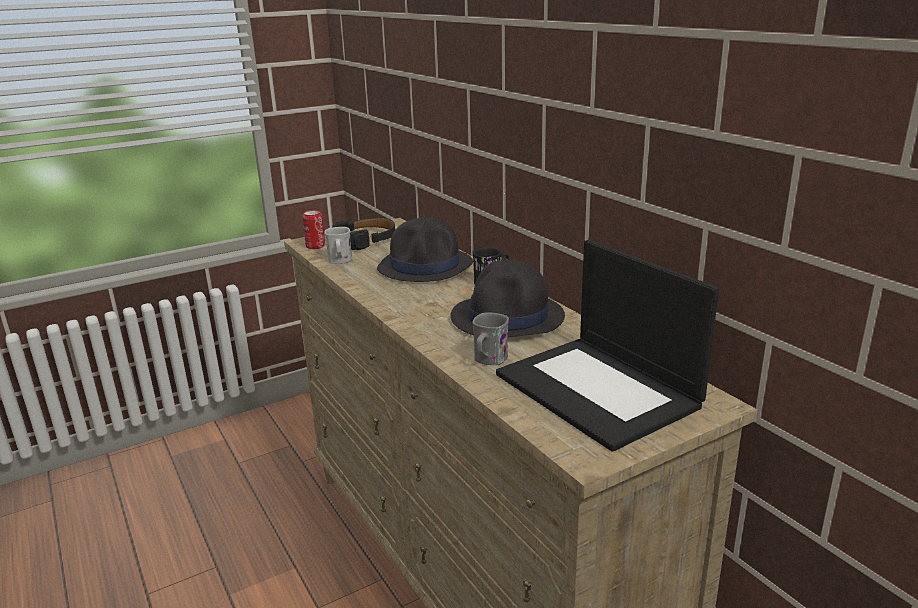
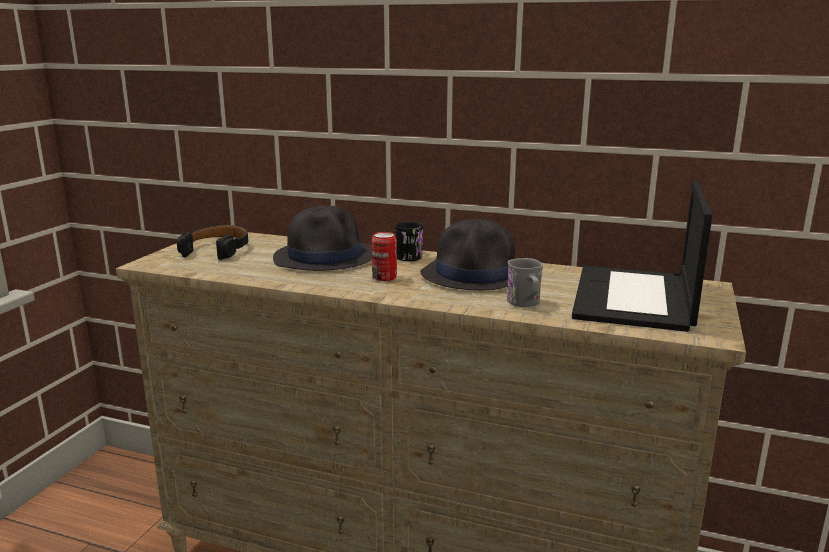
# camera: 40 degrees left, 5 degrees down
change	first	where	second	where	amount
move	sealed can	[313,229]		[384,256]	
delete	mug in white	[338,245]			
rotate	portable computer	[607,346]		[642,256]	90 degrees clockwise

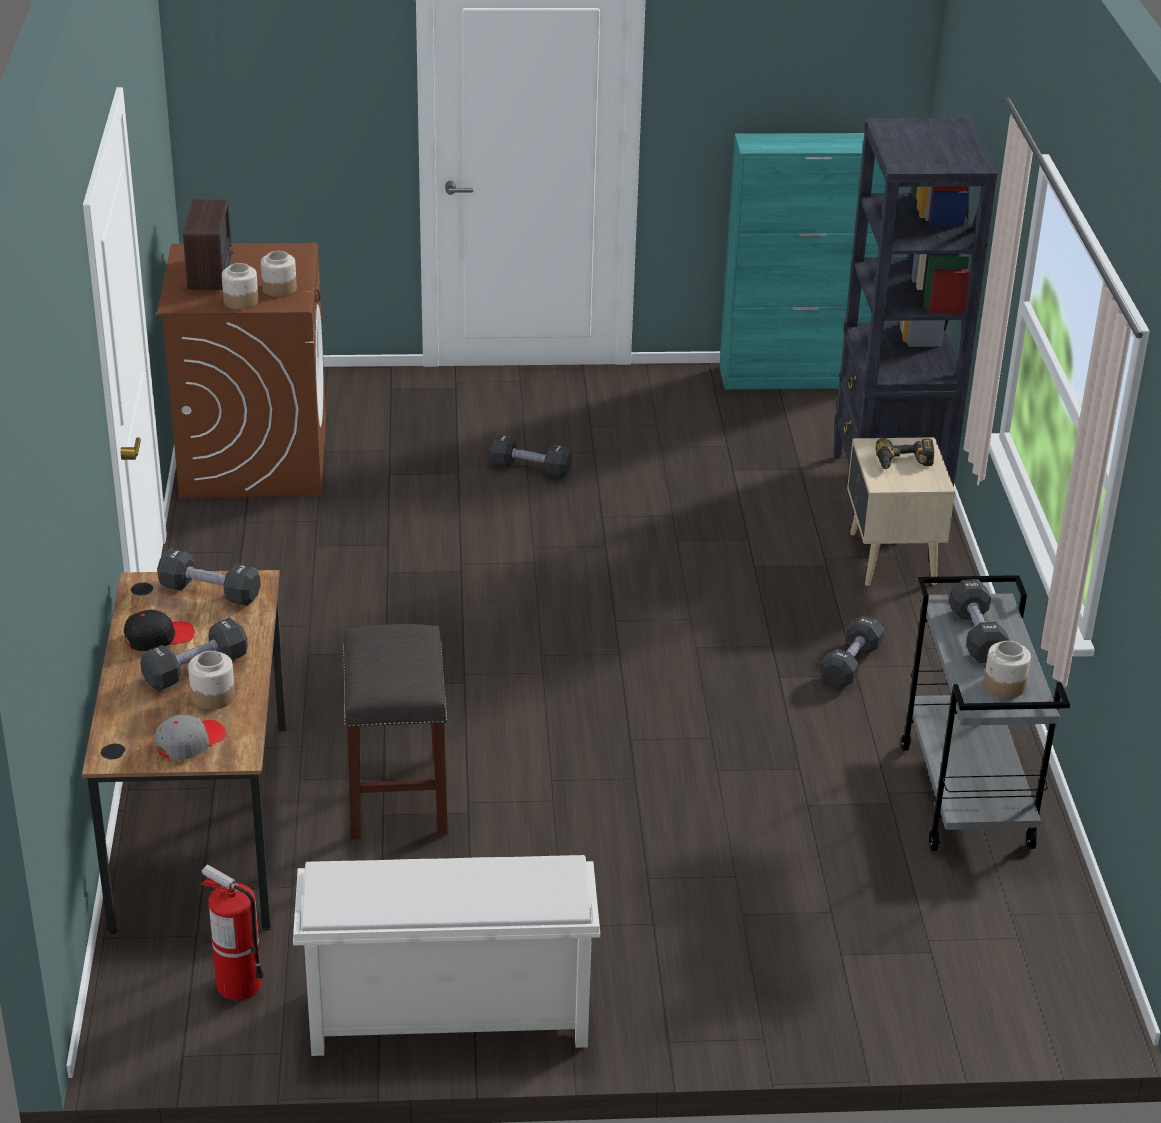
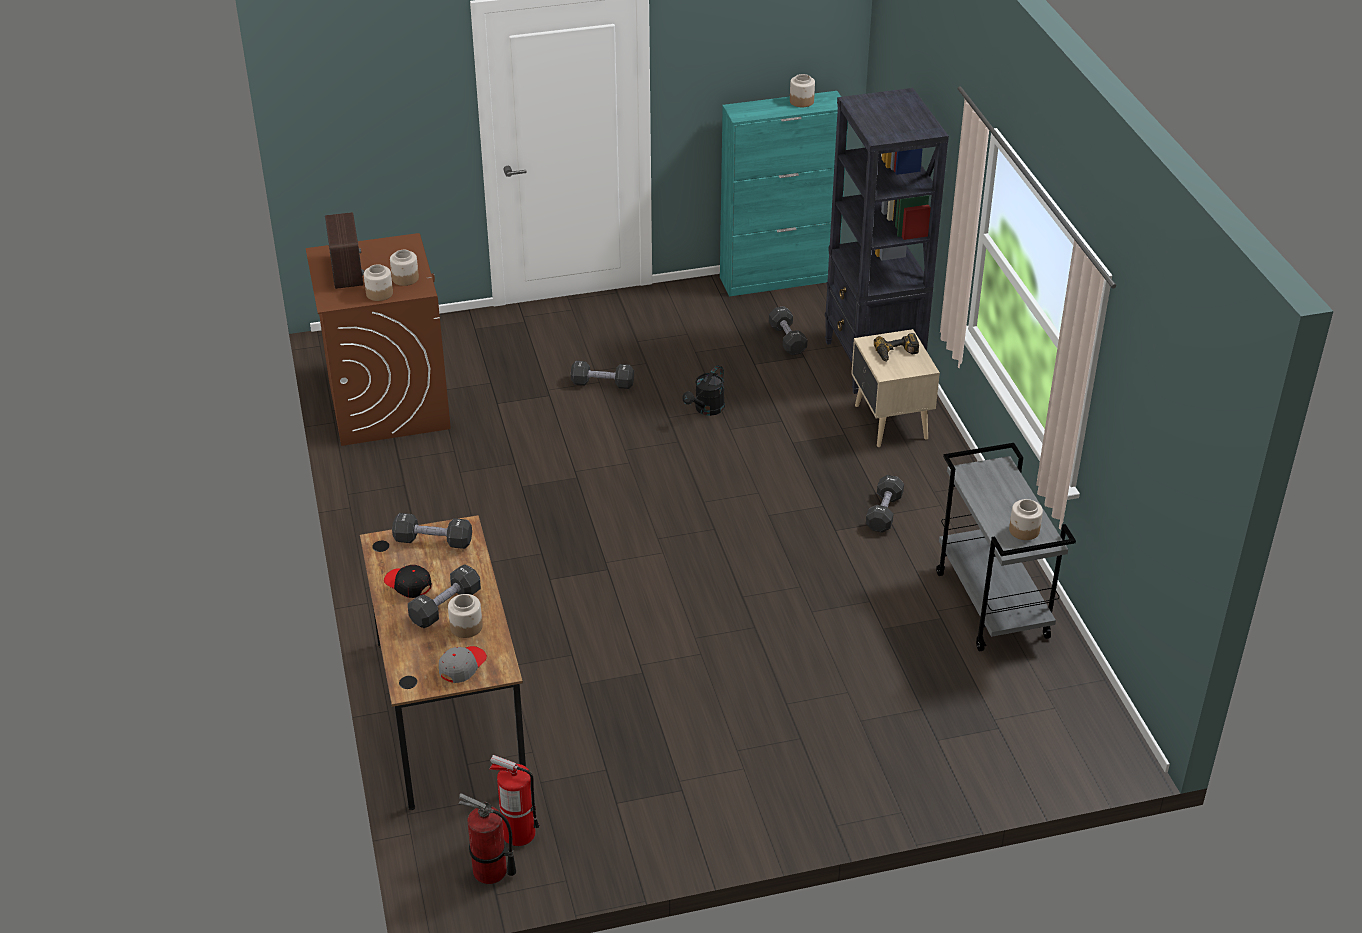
# camera: 10 degrees left, 5 degrees up
change	first	where	second	where	amount
rotate	peaked cap in black-coloured	[159,630]		[408,581]	105 degrees counterclockwise
delete	shoe shelf in white	[446,955]			
delete	sitting stool in gray	[395,731]			
move	hand weight in black-coloured	[979,621]		[788,330]	
insert			extinguisher	[487,838]	
insert			watering can in black-coloured	[703,390]	
insert			preserve jar	[802,90]	

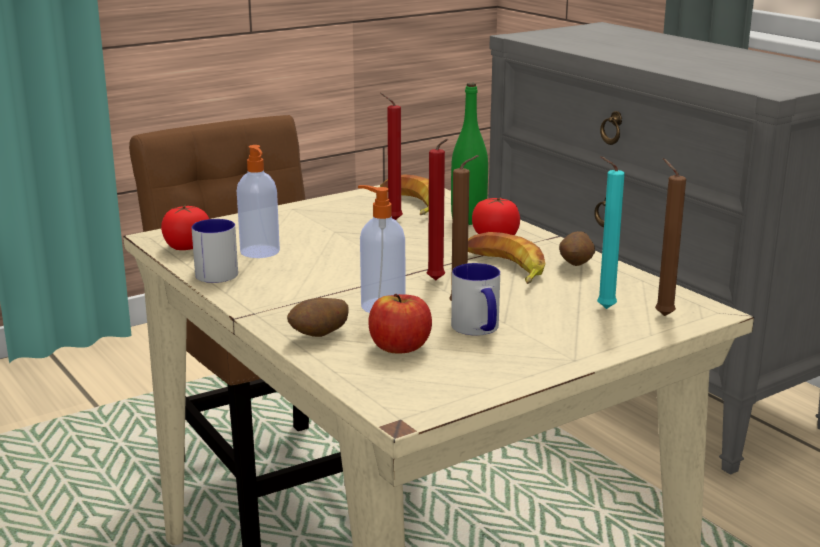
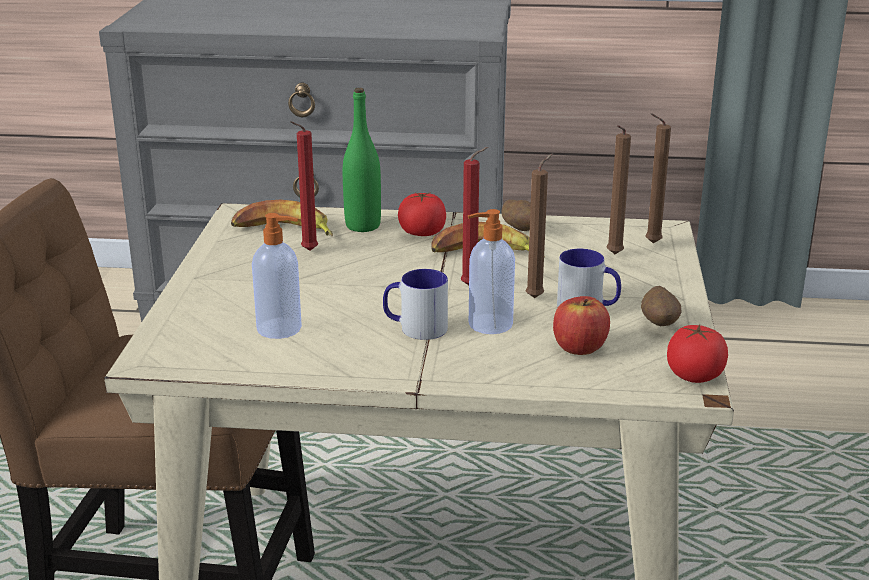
# camera: 50 degrees left, 5 degrees up
change	first	where	second	where	amount
move	tomato	[185,227]		[697,353]	
move	mug	[215,251]		[415,304]	
move	whole potato	[318,317]		[661,306]	
recolor	candle in turquoise	[611,232]	candle in brown-coloured	[619,189]	

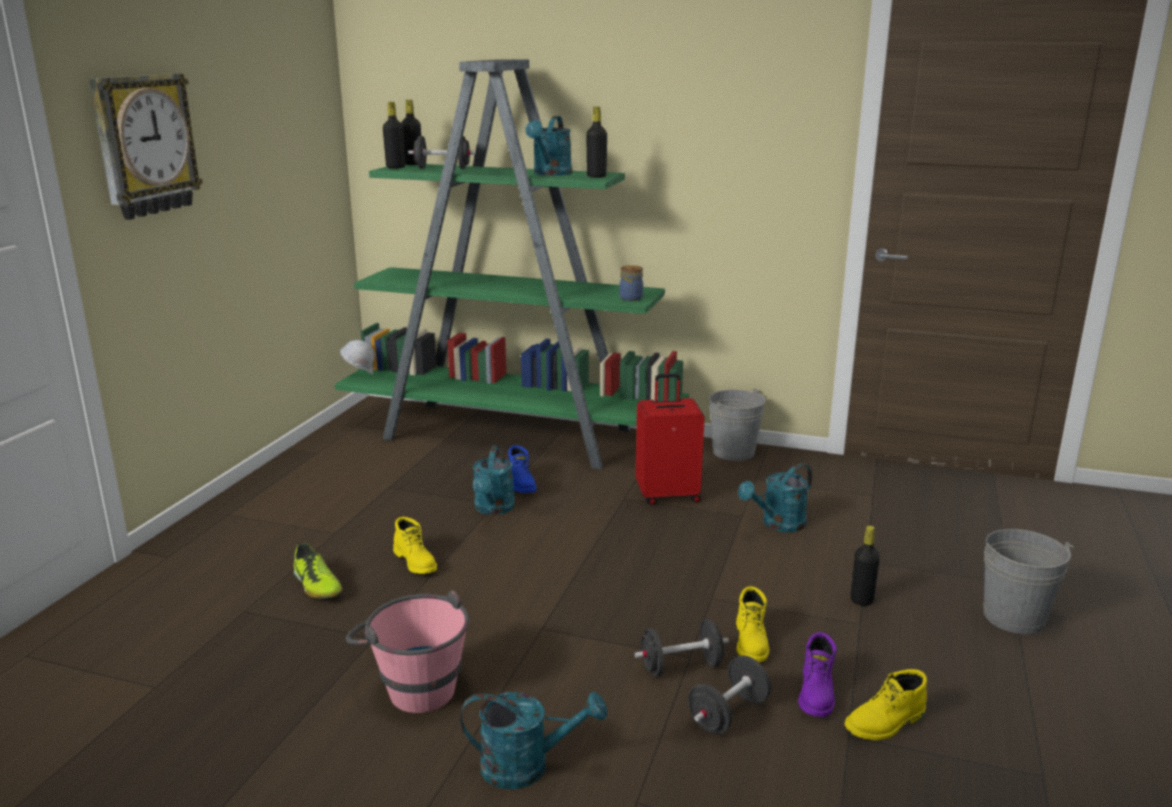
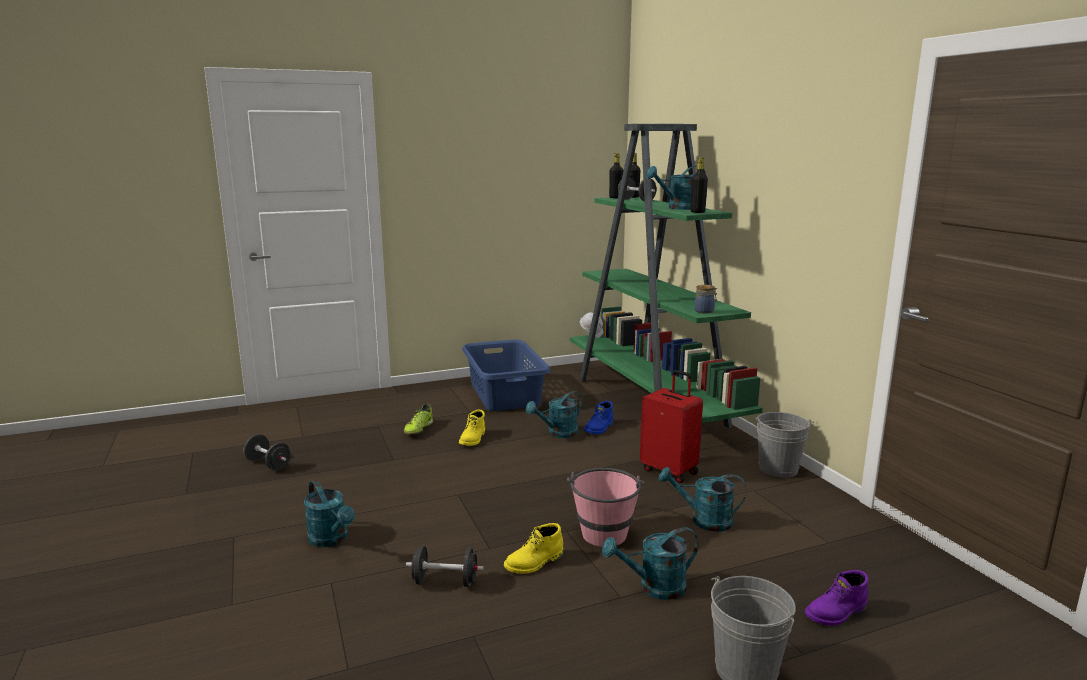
# camera: 50 degrees right, 5 degrees down
change	first	where	second	where	amount
delete	wall clock	[146,147]			
move	bucket in pinkish	[407,651]		[606,507]	
move	hand weight in black-coloured	[681,648]		[267,452]	
move	boot in purple-coloured	[817,674]		[837,598]	
delete	boot in yellow-coloured	[886,704]			
replace	drink bottle in black-coloured	[865,566]	watering can in turquoise	[650,563]	
insert			washing basket in blue-coloured	[506,375]	

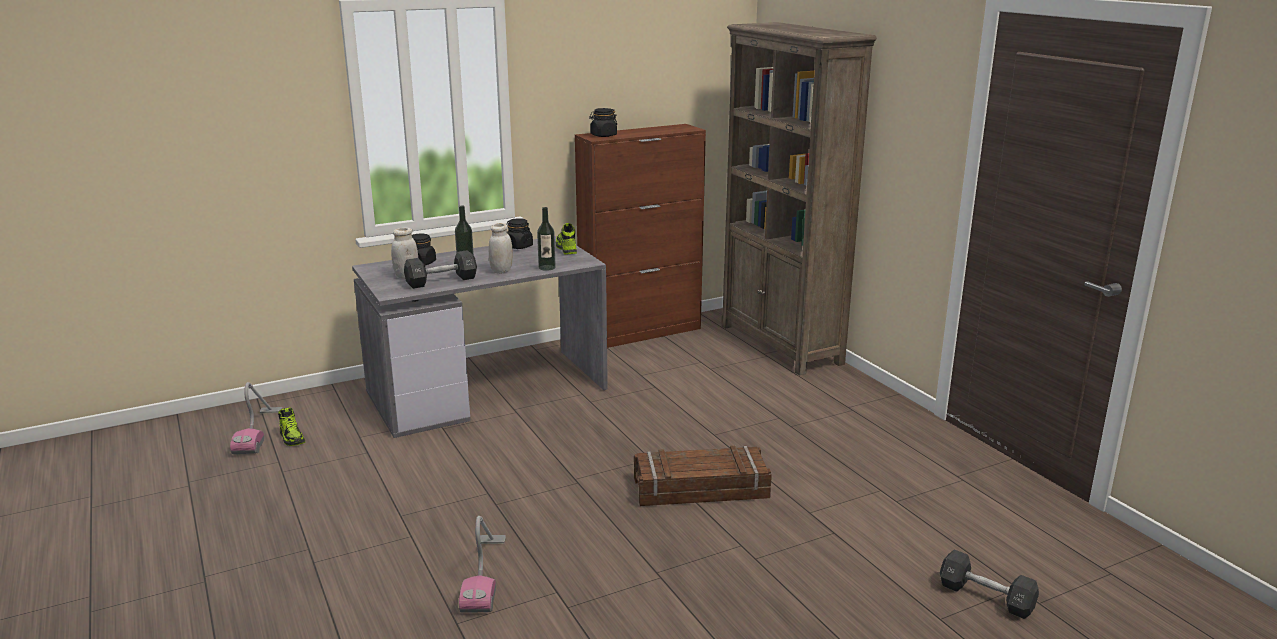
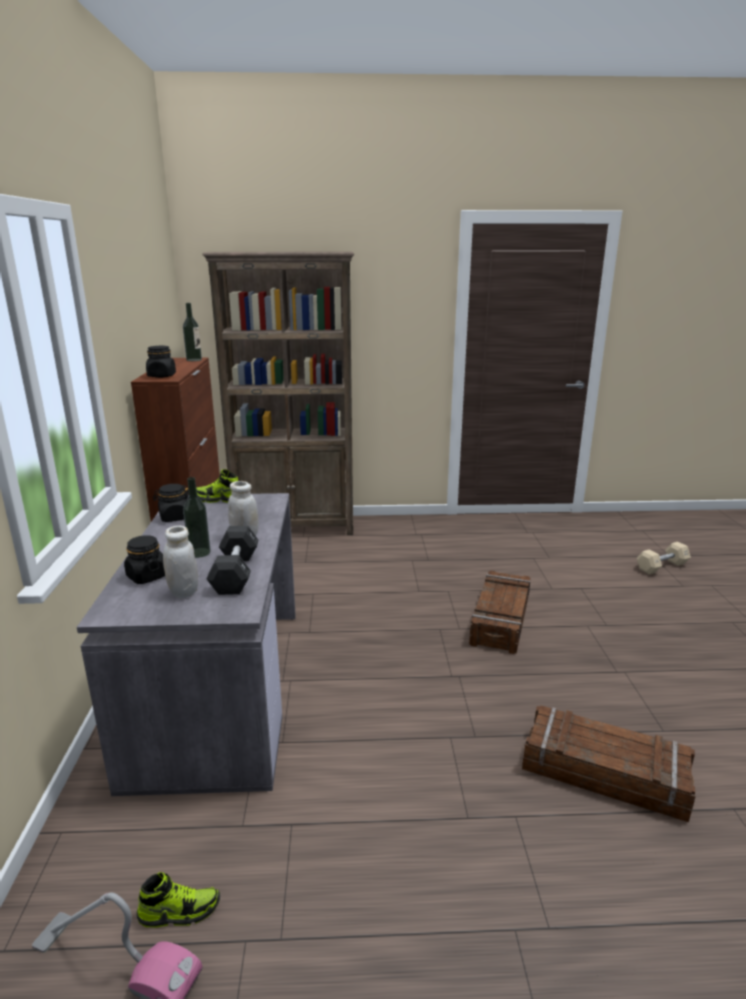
# camera: 65 degrees left, 0 degrees up
change	first	where	second	where	amount
replace	hoover	[482,564]	crate	[608,763]	
move	drink bottle	[546,239]		[192,332]	
recolor	hand weight in black-coloured	[989,584]	hand weight in sand-coloured	[664,558]	

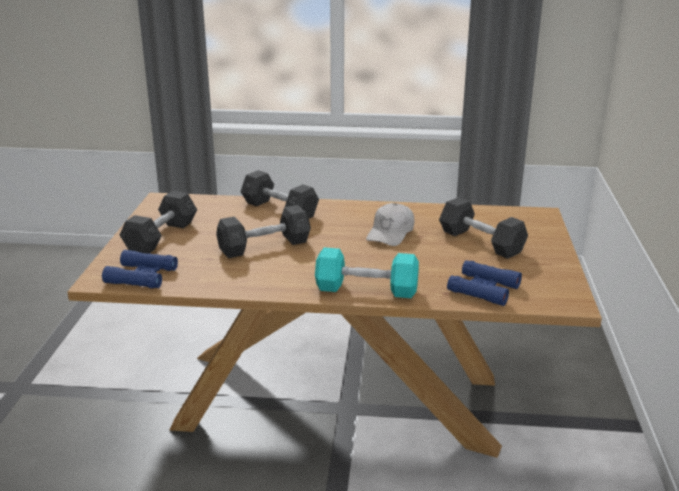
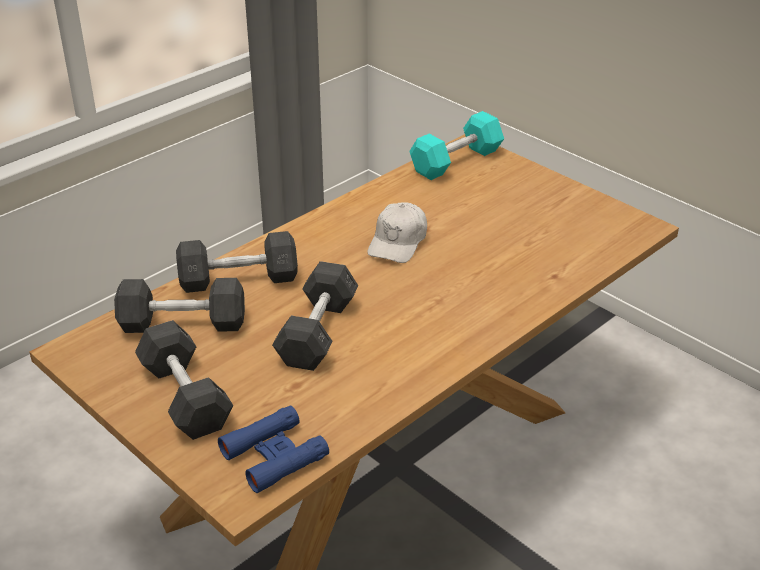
# camera: 50 degrees left, 10 degrees up
change	first	where	second	where	amount
move	hand weight in turquoise	[367,272]		[456,145]	
rotate	peaked cap in white	[390,224]		[397,232]	45 degrees clockwise
move	hand weight in gray	[483,228]		[179,305]	
delete	pair of binoculars in blue-coloured	[484,283]			

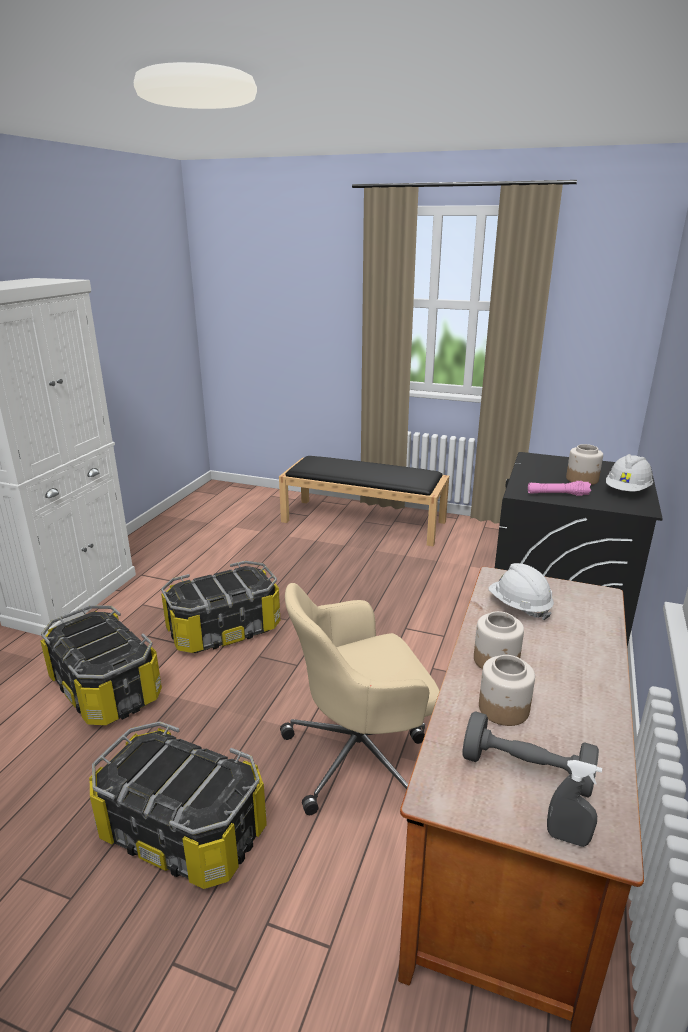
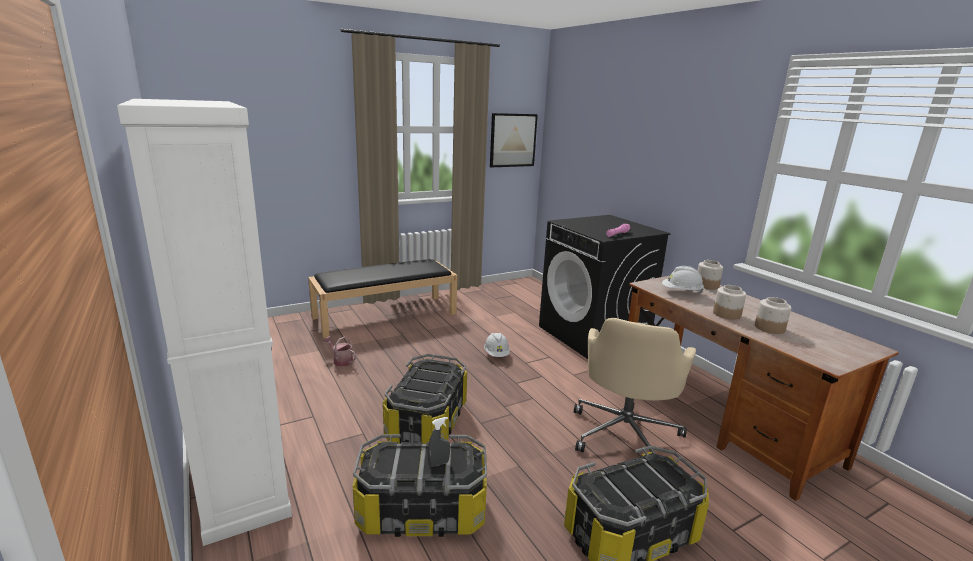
# camera: 50 degrees left, 5 degrees down
change	first	where	second	where	amount
delete	hand weight in gray	[530,754]			
move	sprayer in gray	[574,803]		[438,442]	
move	preserve jar	[584,464]		[710,274]	
move	safety helmet in white	[629,472]		[497,345]	
insert			watering can	[340,351]	
insert			wall picture	[514,140]	

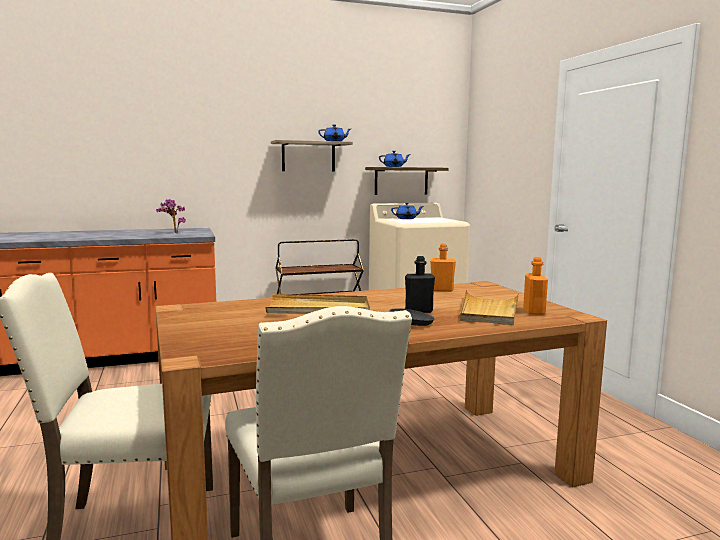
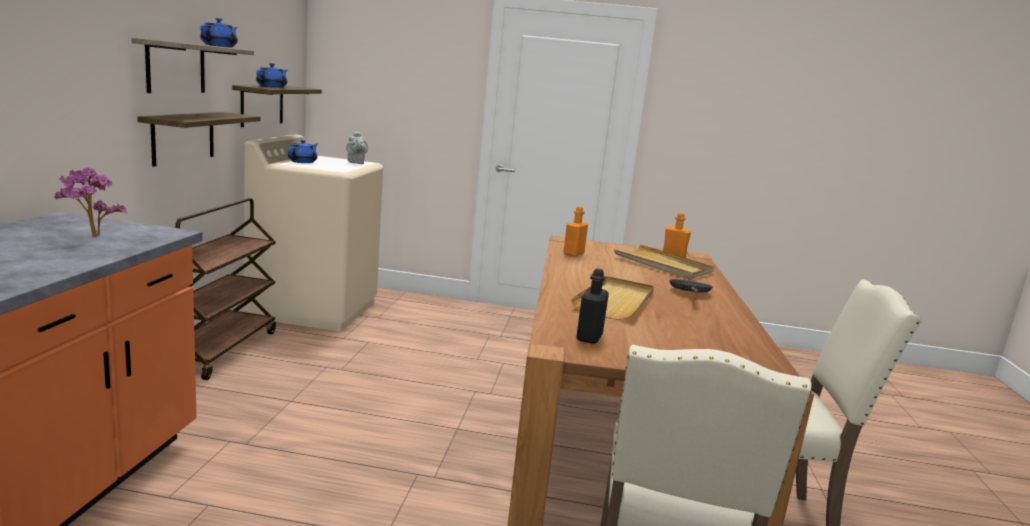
# camera: 65 degrees left, 5 degrees up
change	first	where	second	where	amount
move	drink bottle in black-coloured	[420,284]		[592,306]	
insert			bracket shelf	[199,139]	
insert			tea pot in gray	[357,147]	

